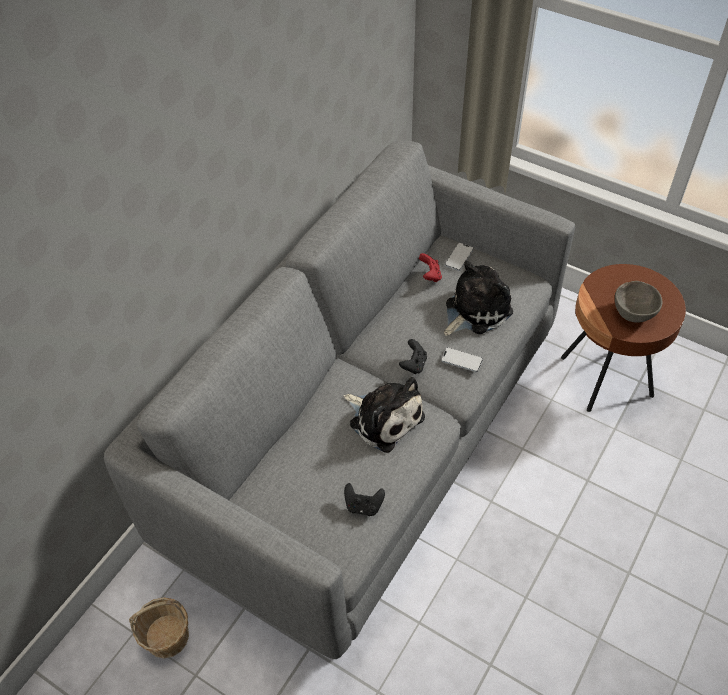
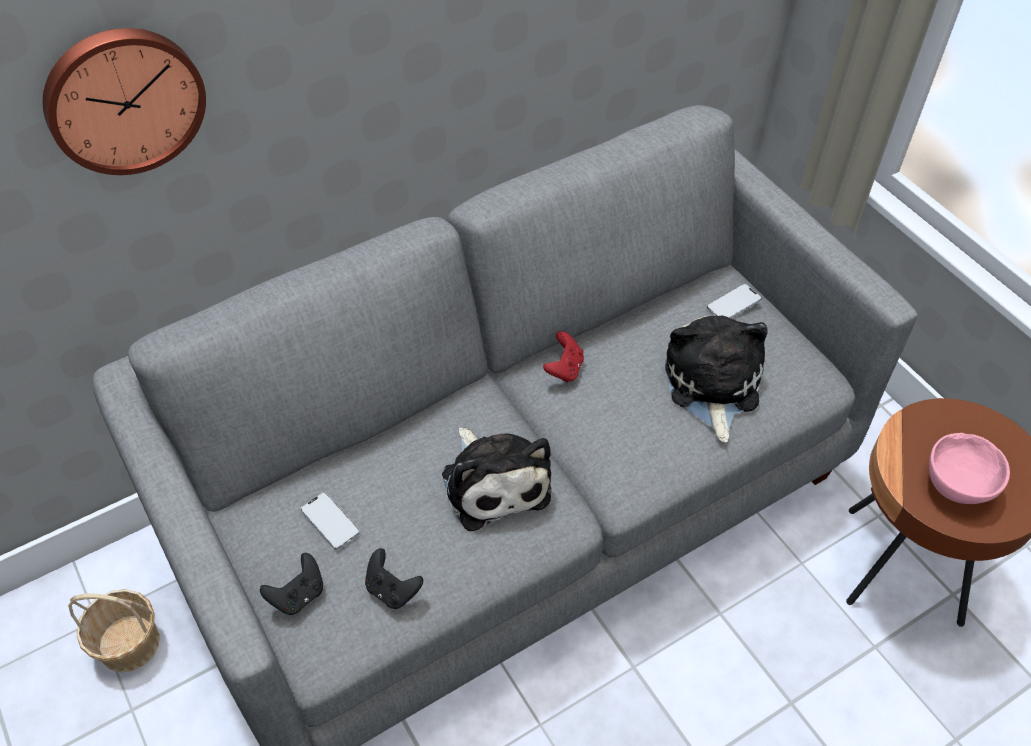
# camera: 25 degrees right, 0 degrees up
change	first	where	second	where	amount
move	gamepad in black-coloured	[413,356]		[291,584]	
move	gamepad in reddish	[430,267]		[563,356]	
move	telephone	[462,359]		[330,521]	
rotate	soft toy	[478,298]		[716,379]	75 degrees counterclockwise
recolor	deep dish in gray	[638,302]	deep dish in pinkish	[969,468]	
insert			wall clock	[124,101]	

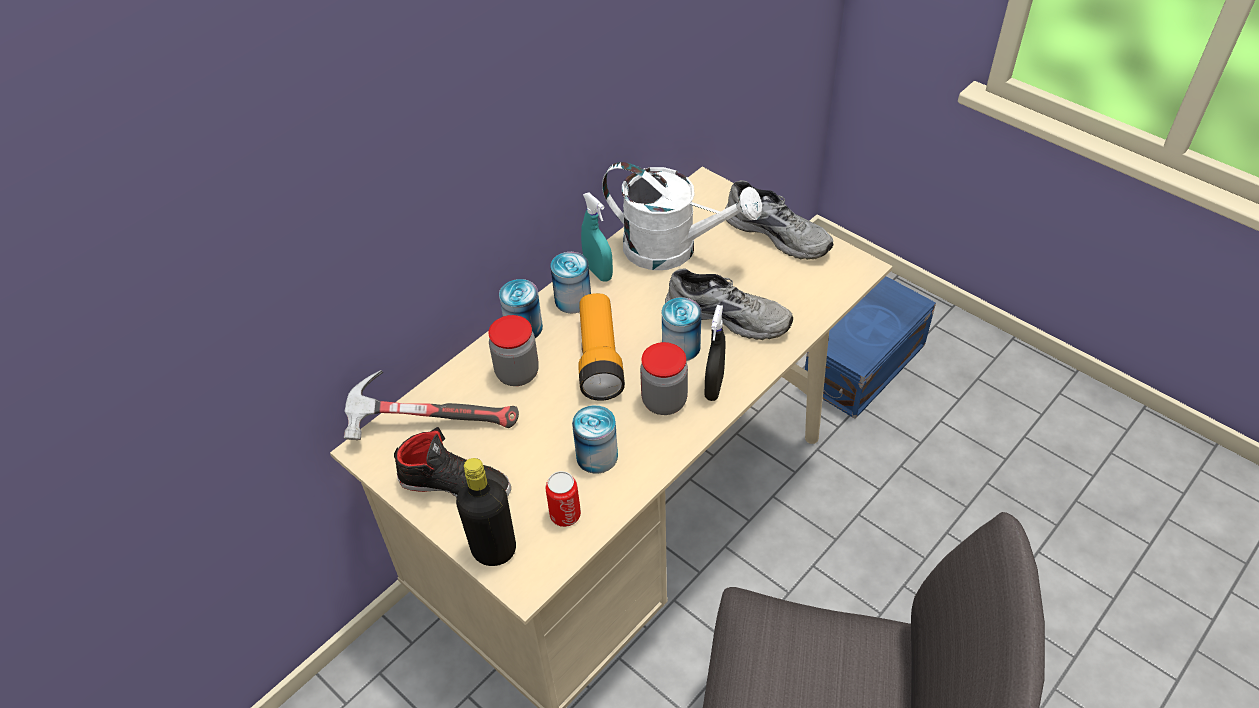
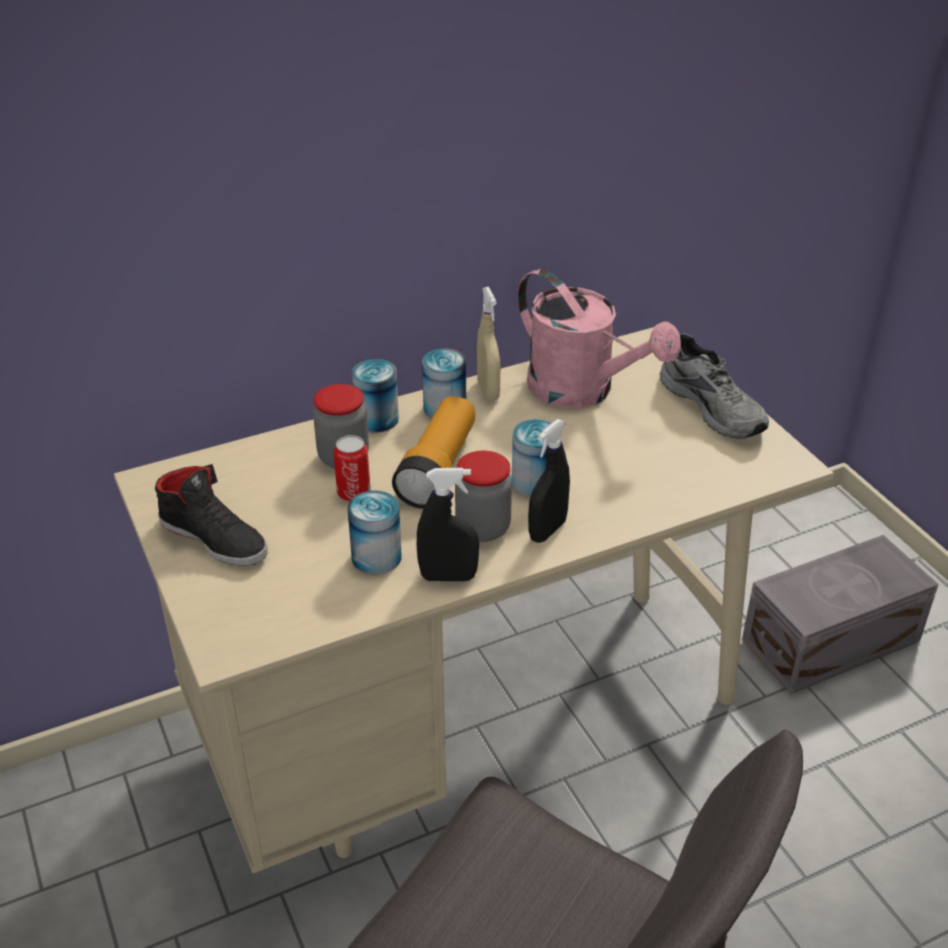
# camera: 20 degrees right, 10 degrees down
change	first	where	second	where	amount
delete	hammer	[431,405]			
delete	drink bottle in black-coloured	[486,512]			
move	sealed can	[563,499]		[352,468]	
recolor	sprayer in turquoise	[597,237]	sprayer in sand-coloured	[489,344]	
recolor	watering can in white	[682,216]	watering can in pinkish	[599,338]	
delete	item of footwear in gray	[729,304]			
recolor	storage box in blue-coloured	[870,347]	storage box in gray	[840,614]	
insert			sprayer in black-coloured	[448,524]	

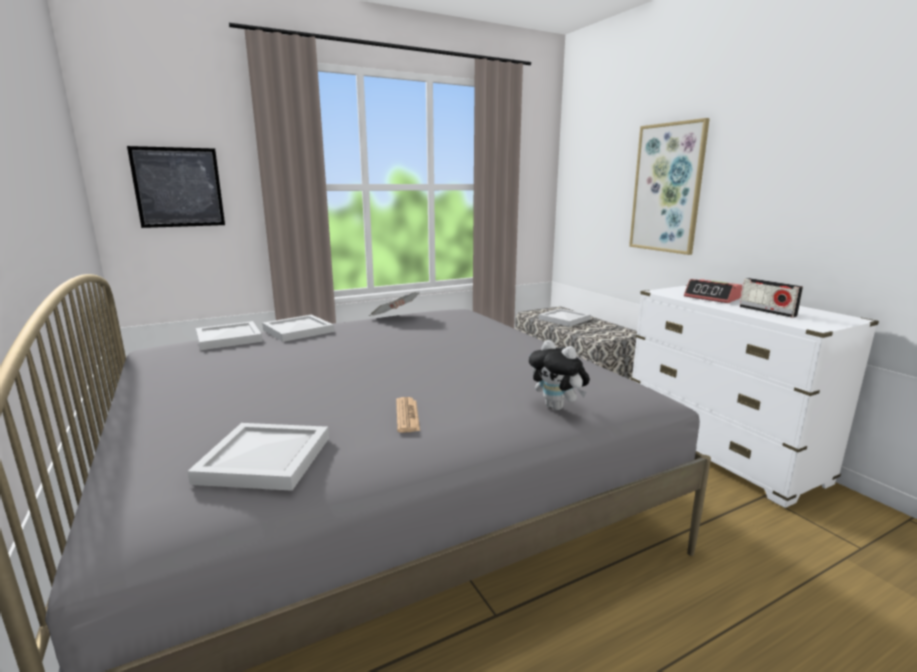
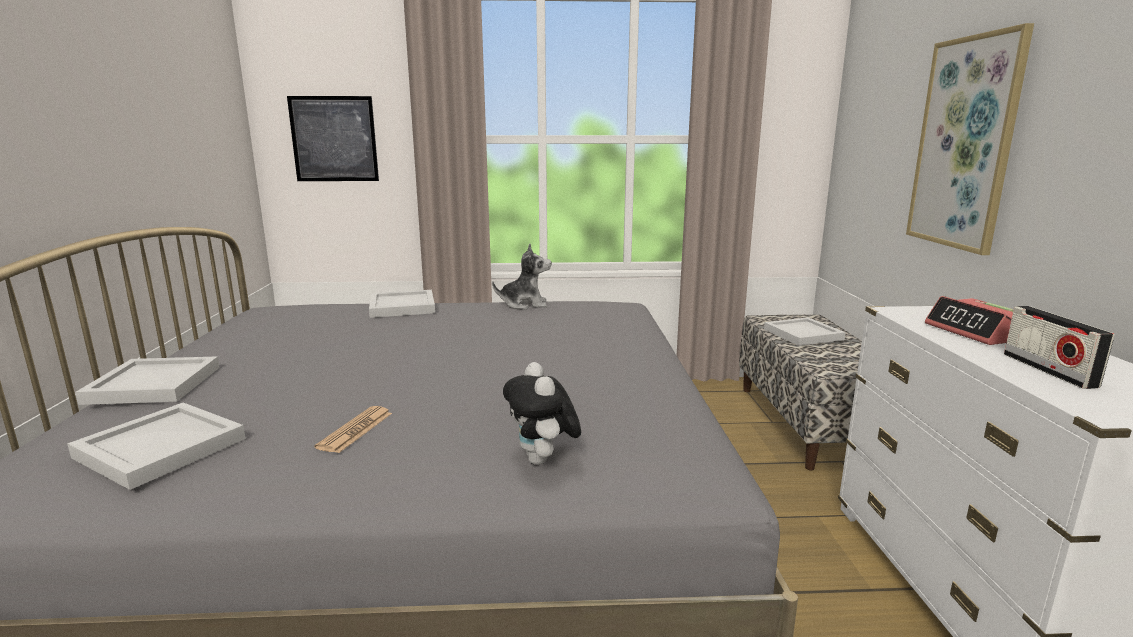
# camera: 25 degrees right, 0 degrees up
change	first	where	second	where	amount
move	carrying tray in white	[229,335]		[147,380]	
replace	newspaper	[394,304]	soft toy	[522,277]	

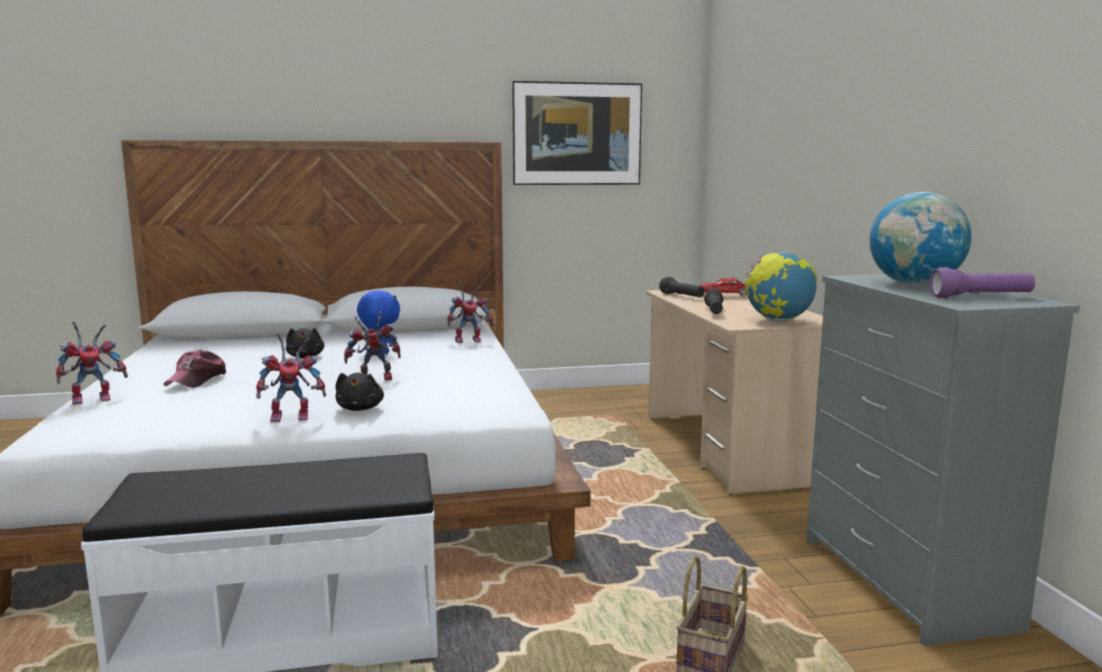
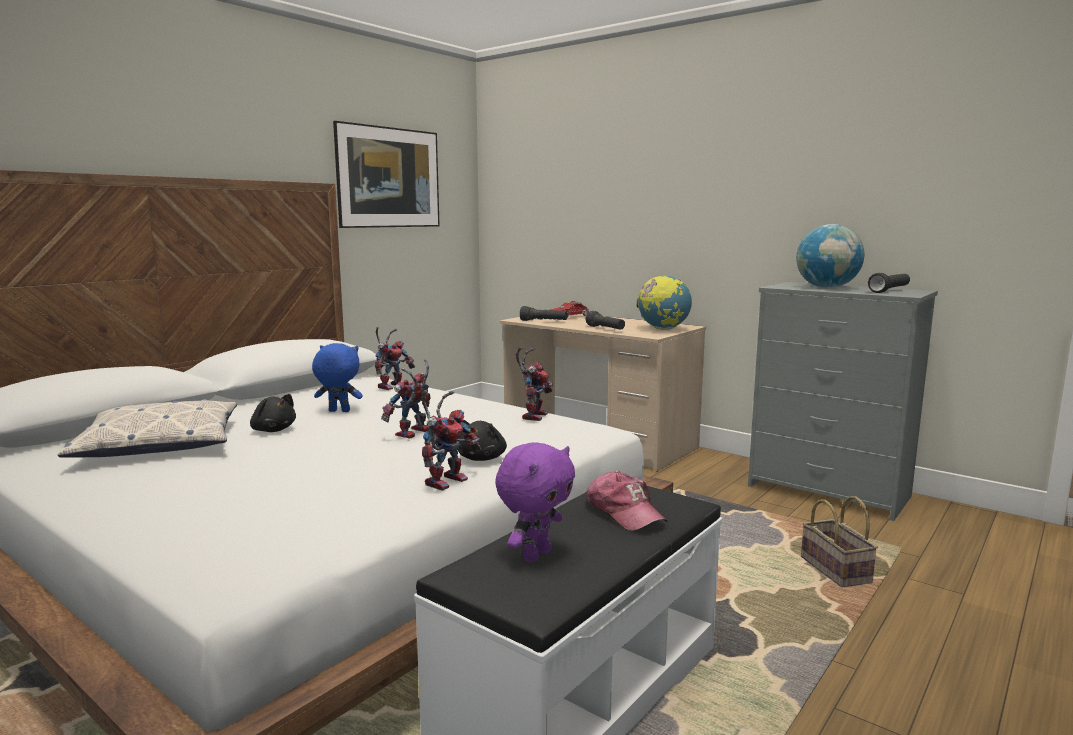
# camera: 40 degrees left, 0 degrees up
change	first	where	second	where	amount
move	model robot	[92,363]		[534,384]	
move	peaked cap	[194,369]		[627,501]	
rotate	soft toy in black-coloured	[360,392]		[482,440]	60 degrees clockwise
recolor	hand torch in purple-coloured	[982,282]	hand torch in black-coloured	[889,283]	
insert			throw pillow	[147,428]	
insert			soft toy in purple-coloured	[535,502]	

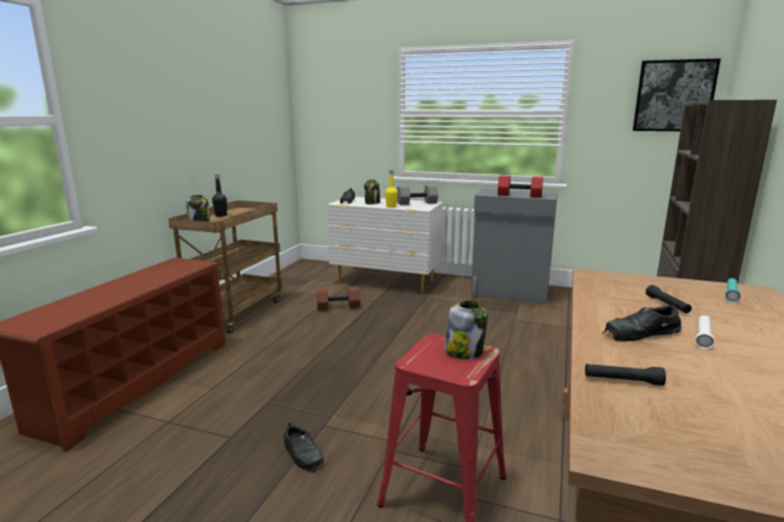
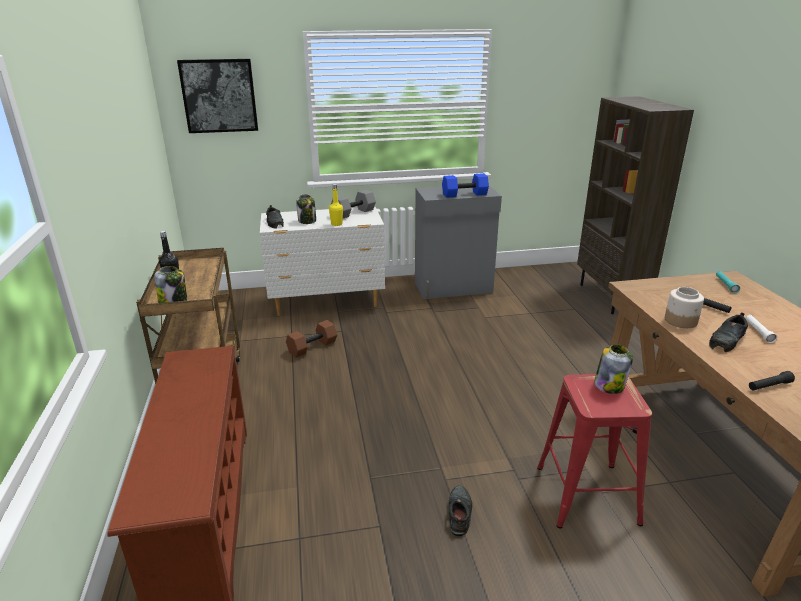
# camera: 30 degrees left, 10 degrees up
change	first	where	second	where	amount
rotate	item of footwear in black-coloured	[304,447]		[460,510]	105 degrees counterclockwise
recolor	hand weight in reddish	[520,186]	hand weight in blue-coloured	[465,185]	
move	wall picture	[677,94]		[217,96]	
insert			preserve jar	[684,307]	

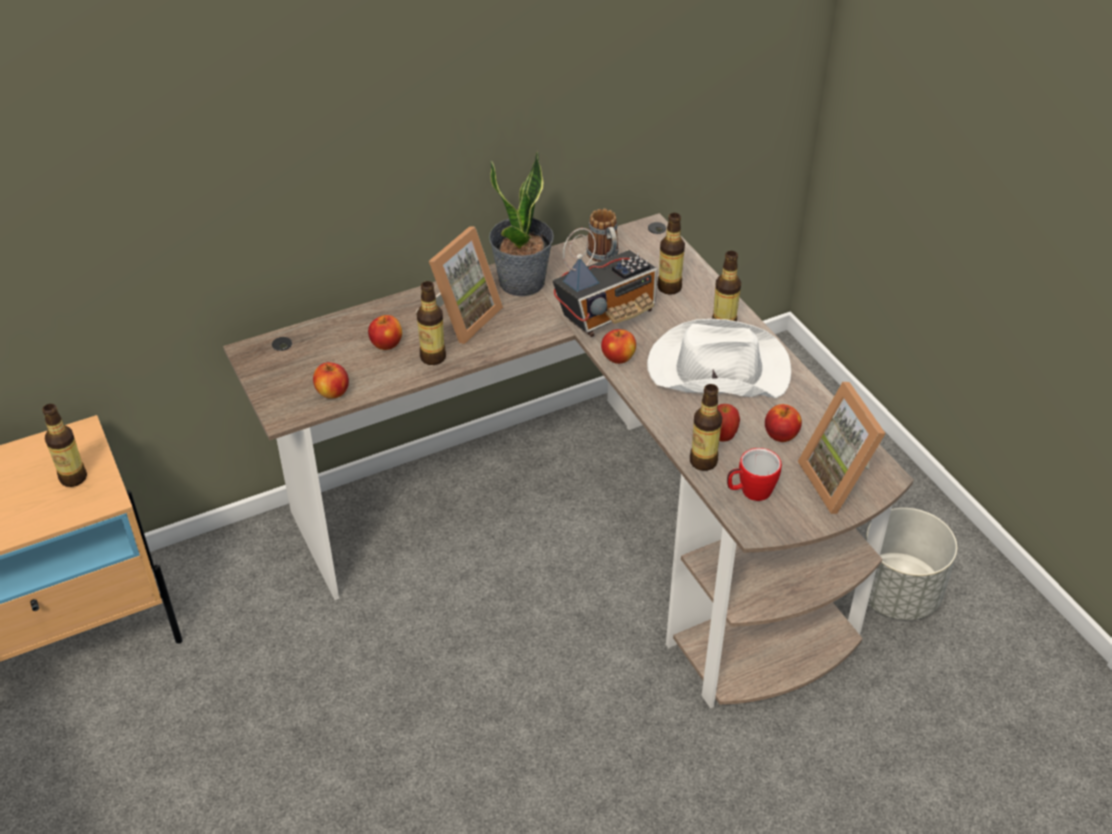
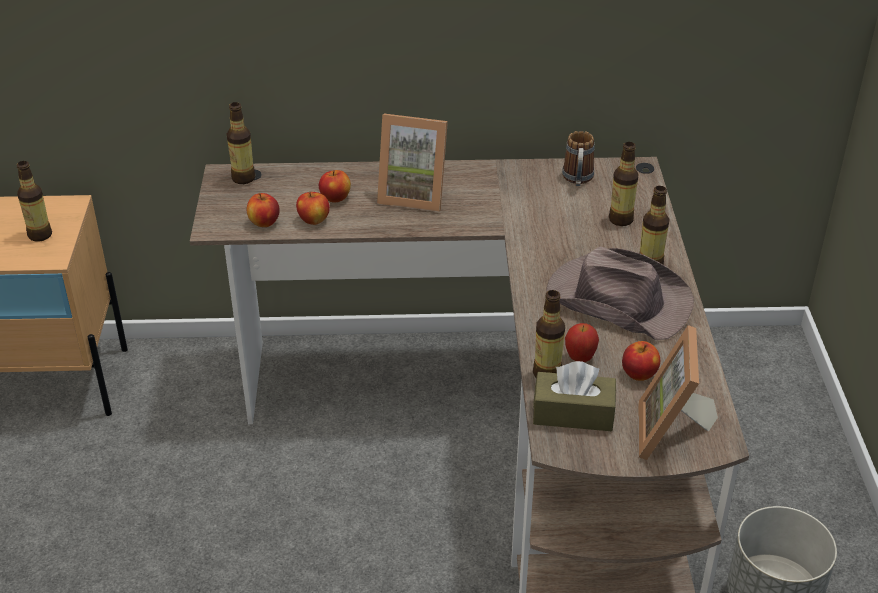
# camera: 25 degrees right, 5 degrees down
change	first	where	second	where	amount
rotate	standing frame	[459,285]		[412,163]	45 degrees clockwise
move	drink bottle	[431,323]		[241,143]	
delete	houseplant	[521,224]			
delete	radio set	[605,282]			
move	whole apple	[618,346]		[313,208]	
recolor	clothing hat in white	[719,358]	clothing hat in brown-coloured	[620,293]	
replace	mug	[754,474]	box of tissues in brown-coloured	[574,396]	

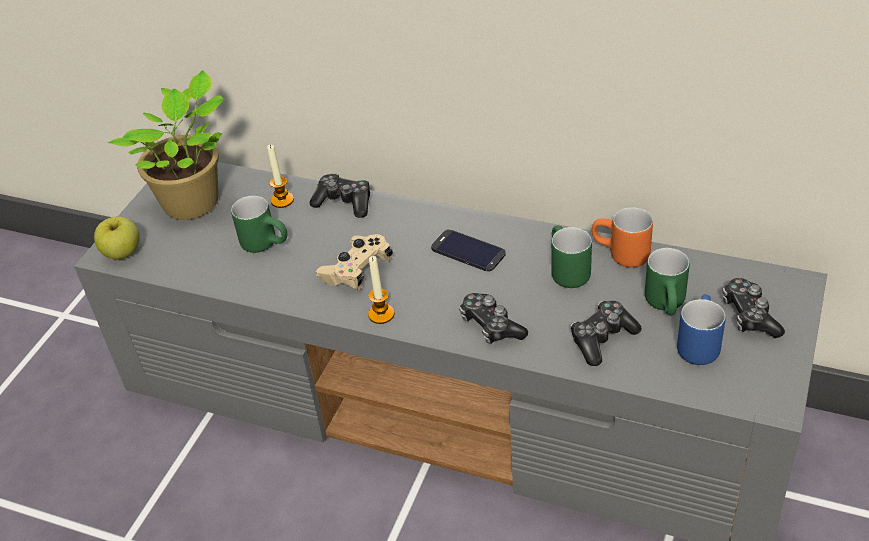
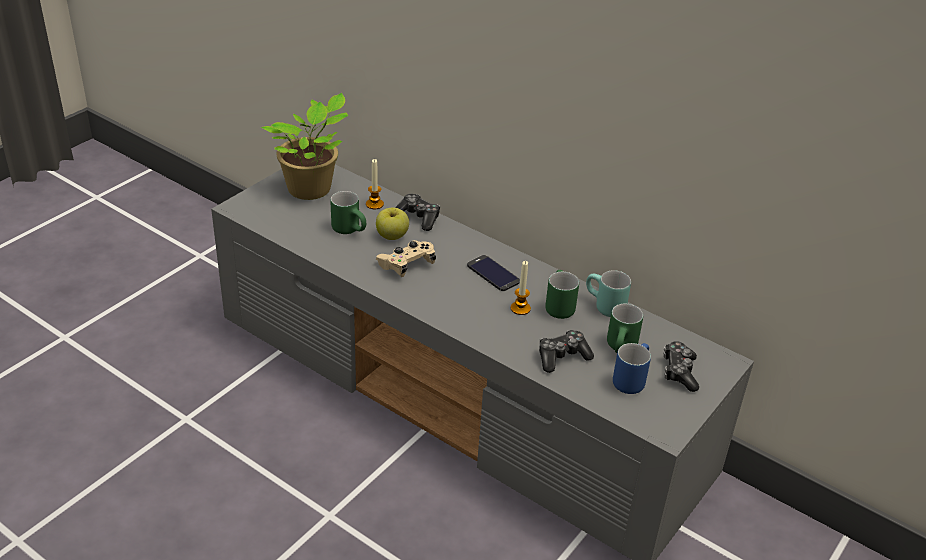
# camera: 10 degrees right, 5 degrees down
change	first	where	second	where	amount
move	whole apple	[117,238]		[392,223]	
move	candle	[381,290]		[521,288]	
delete	gamepad	[493,318]			
recolor	mug in orange	[622,237]	mug in turquoise	[608,293]	

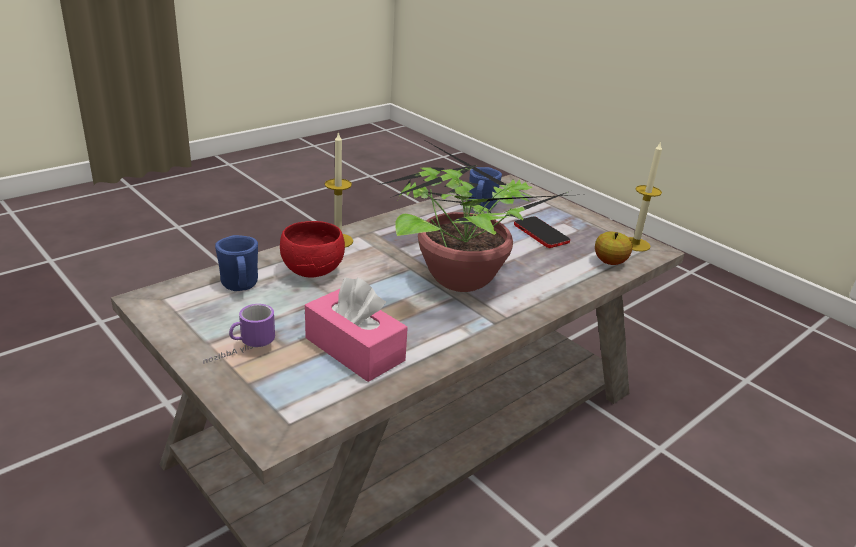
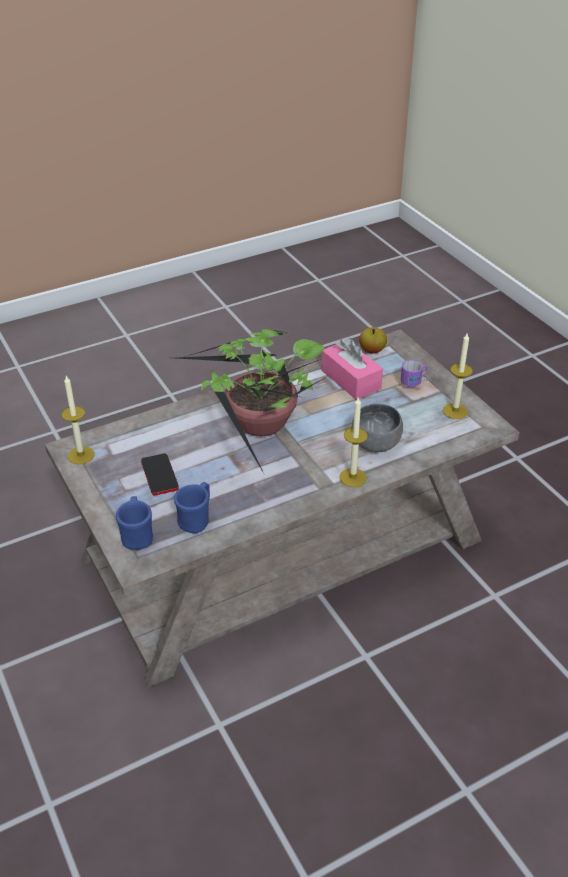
# camera: 165 degrees left, 10 degrees up
change	first	where	second	where	amount
move	mug in blue-coloured	[236,263]		[134,523]	
recolor	deep dish in reddish	[312,249]	deep dish in gray	[377,427]	
move	whole apple	[613,248]		[373,340]	
insert			candle	[458,375]	

